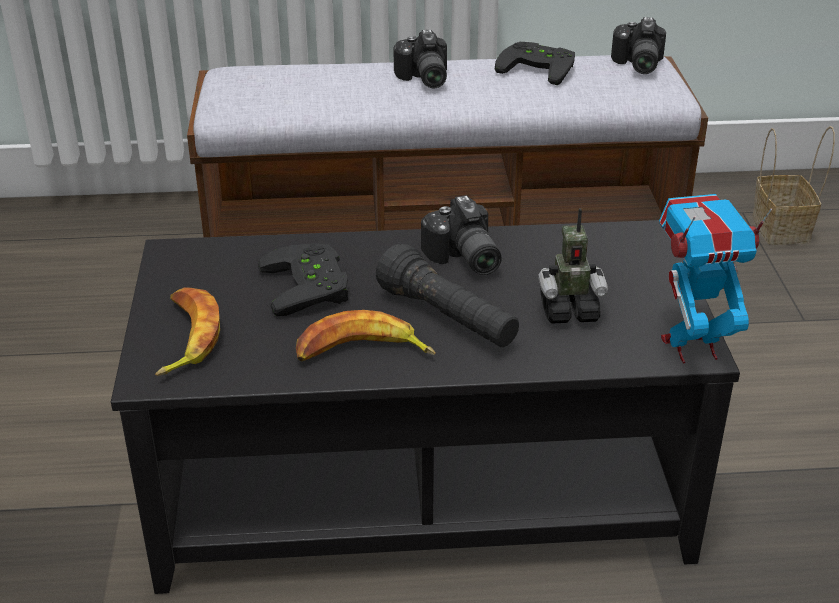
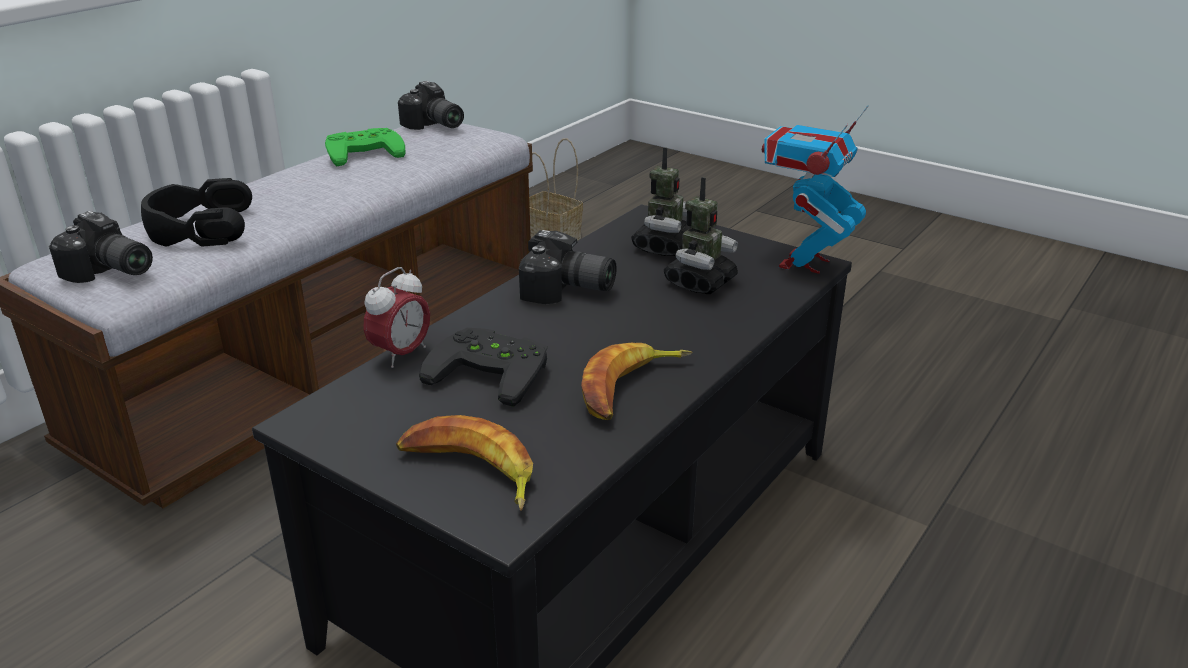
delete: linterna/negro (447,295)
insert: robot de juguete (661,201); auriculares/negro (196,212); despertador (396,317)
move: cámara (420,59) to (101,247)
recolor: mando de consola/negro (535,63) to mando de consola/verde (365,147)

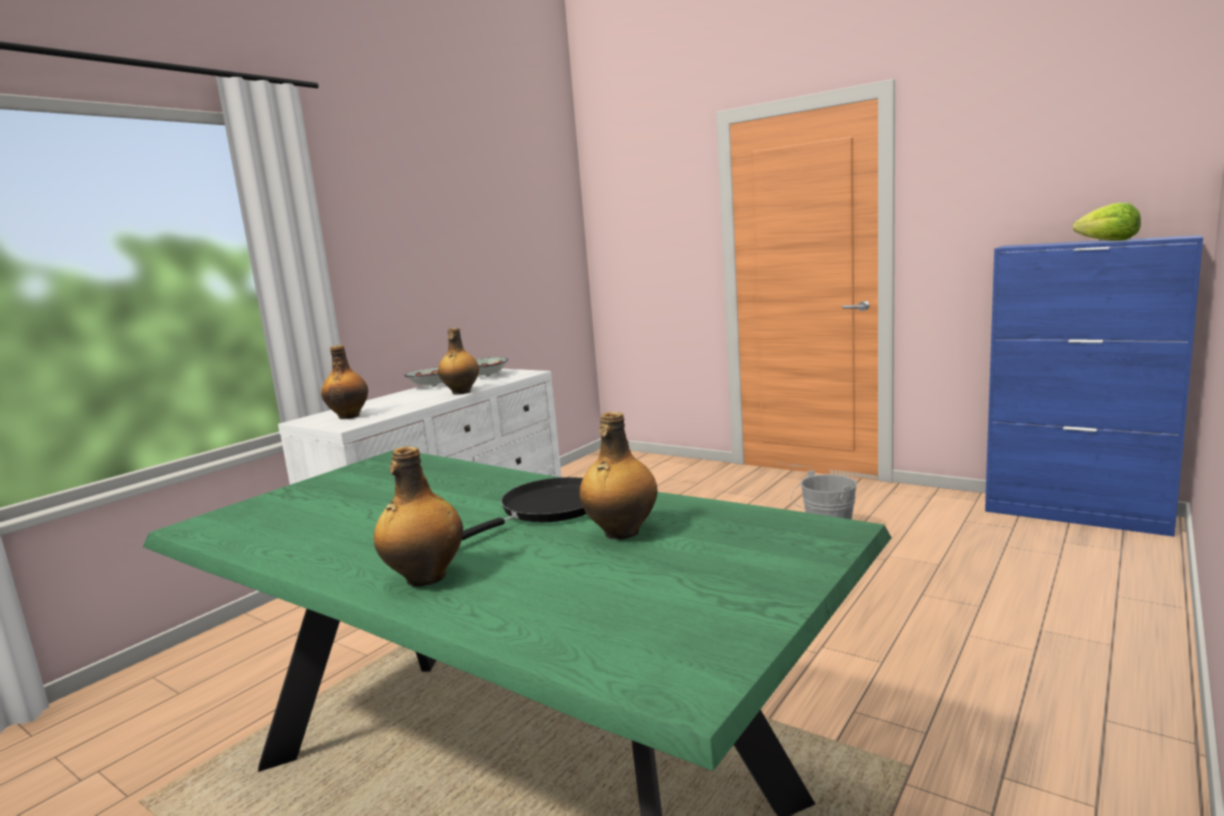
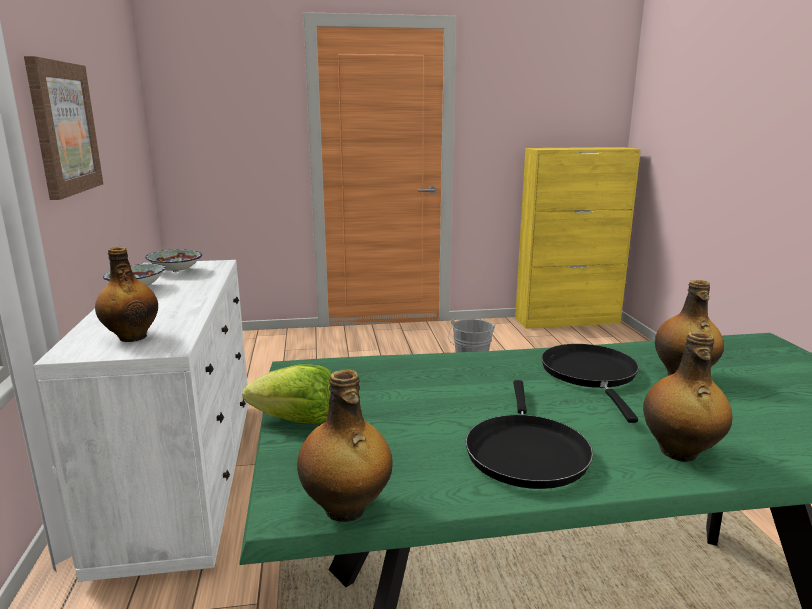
insert: cuadro (63,128); sartén/negro (529,434)
move: lechuga (1107,221) to (287,394); botella (458,361) to (345,445)
recolor: armario/azul (1094,386) to armario/amarillo (578,238)

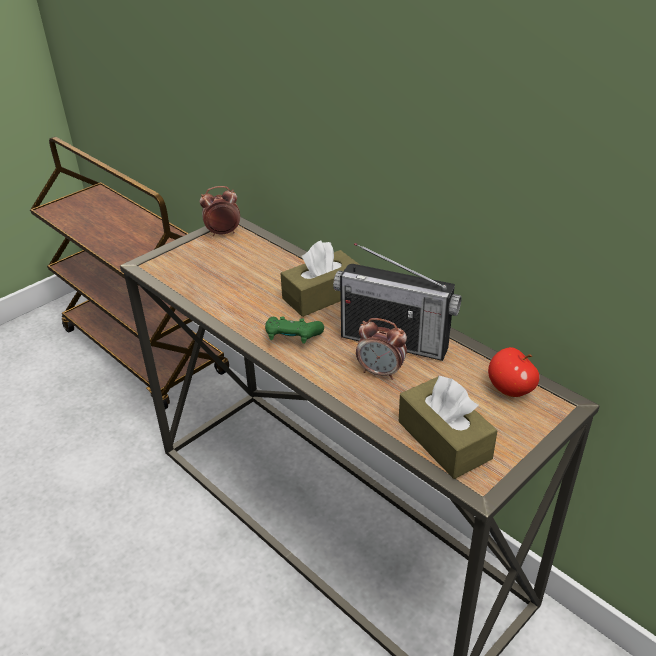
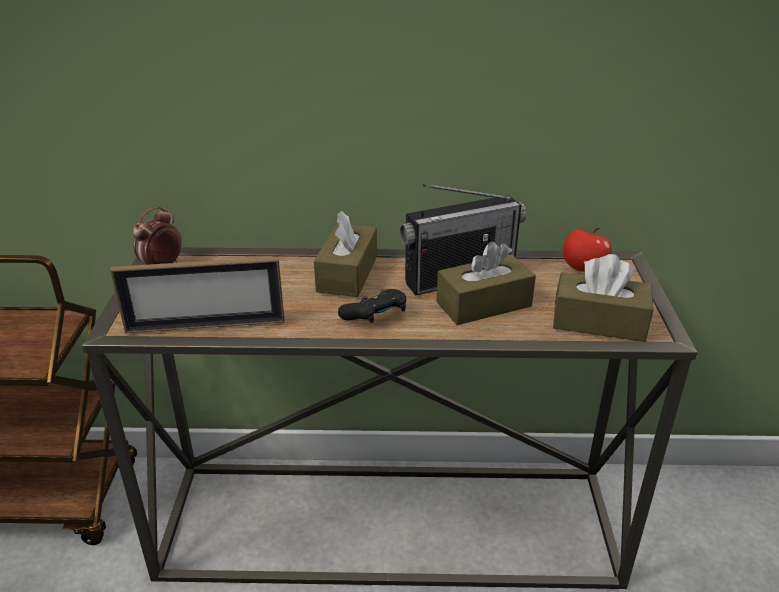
insert: portarretratos (197,295)
replace: despertador (381,349) to caja de pañuelos/marrón (486,283)
recolor: mando de consola/verde (294,330) to mando de consola/negro (372,306)

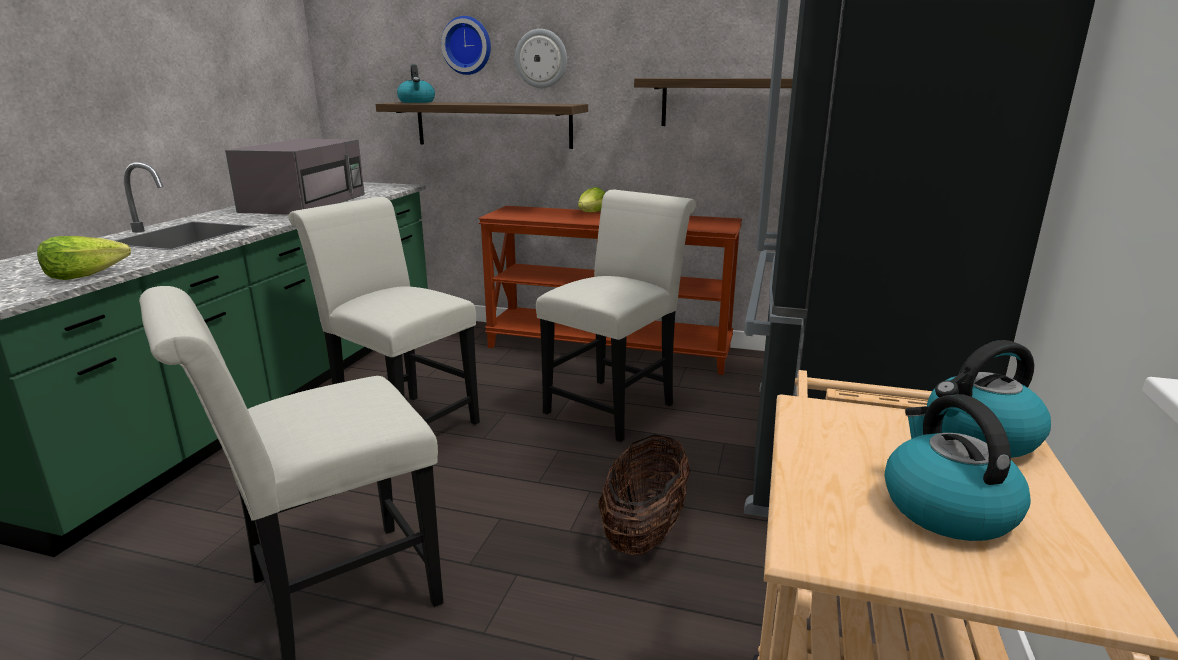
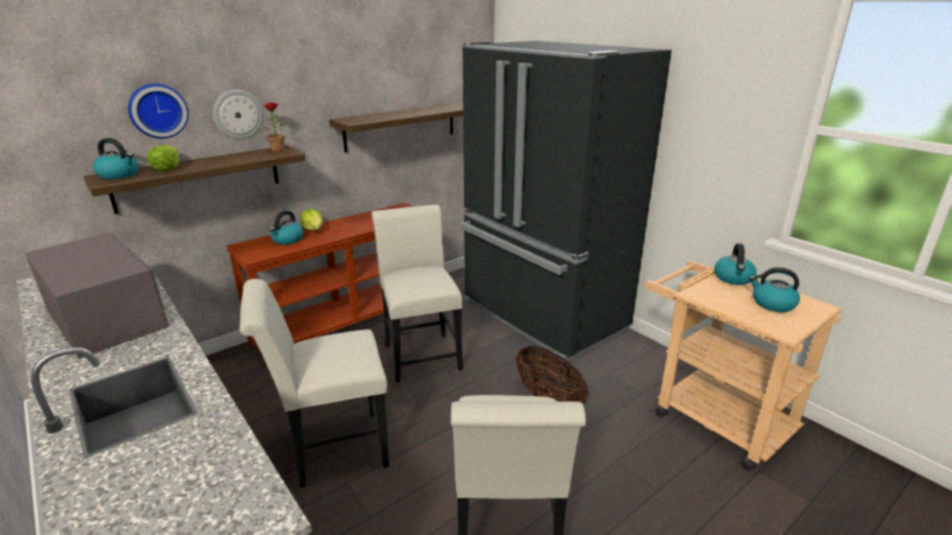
insert: planta en maceta (271,127); hervidor (286,228)
move: lechuga (84,258) to (163,158)

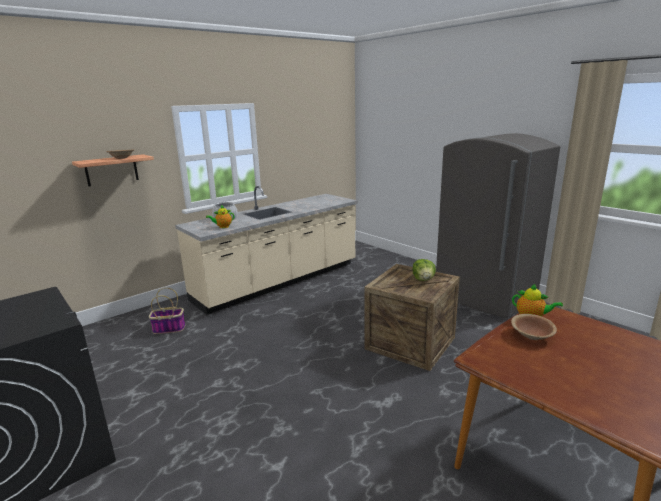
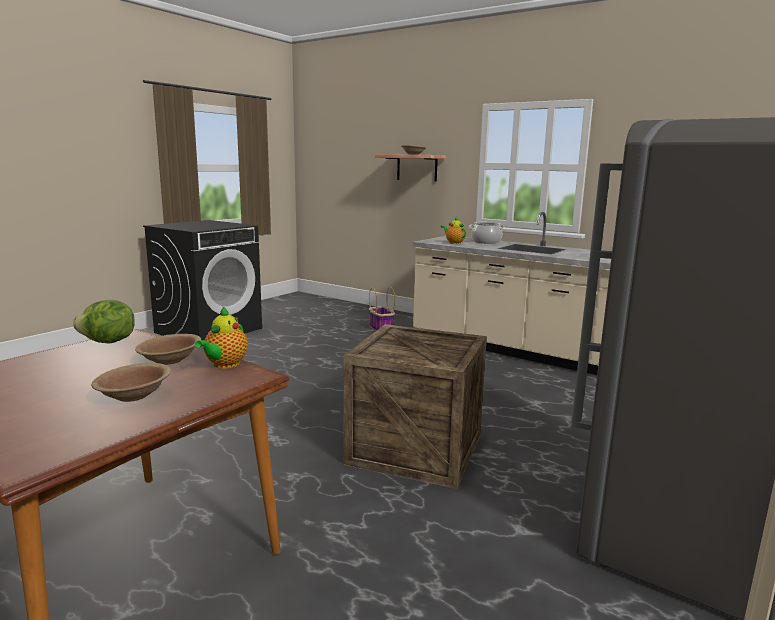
insert: cuenco/marrón (131,382)
move: lechuga (424,270) to (104,322)

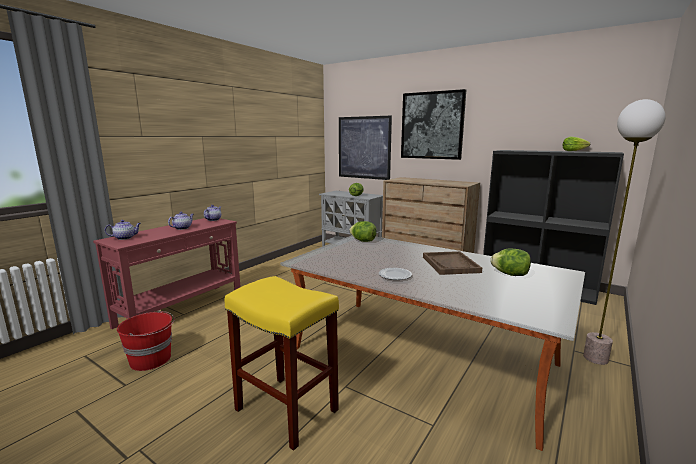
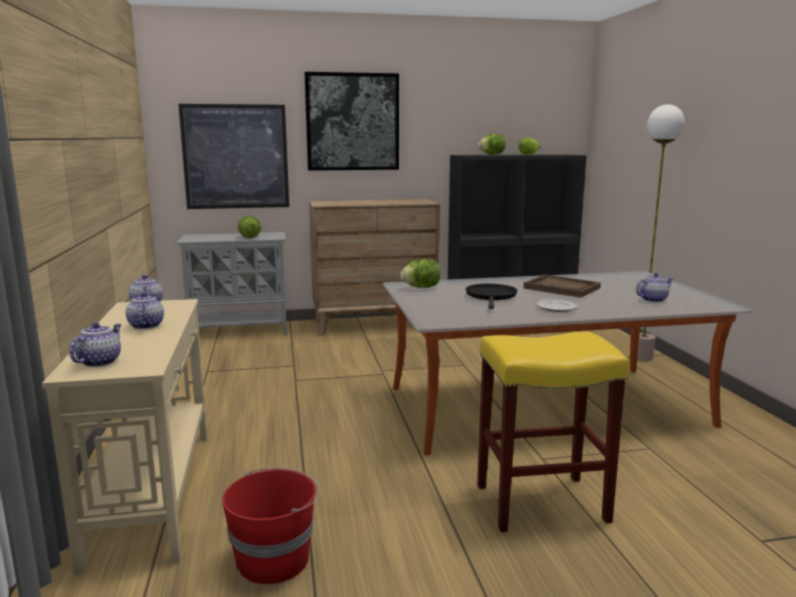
insert: tetera (654,287); sartén/negro (491,296)
move: lechuga (510,262) to (492,144)
recolor: mesa consola/rojo (166,273) to mesa consola/beis (125,437)

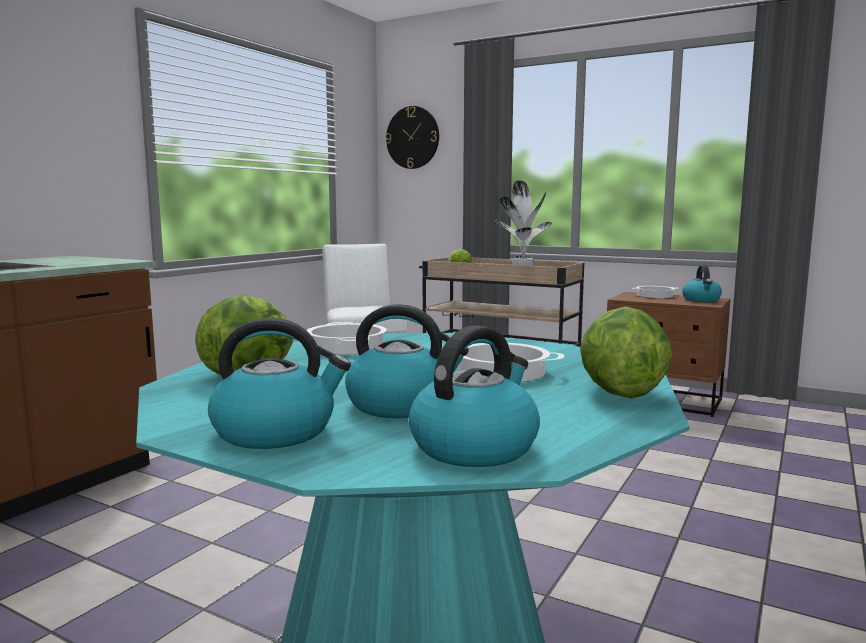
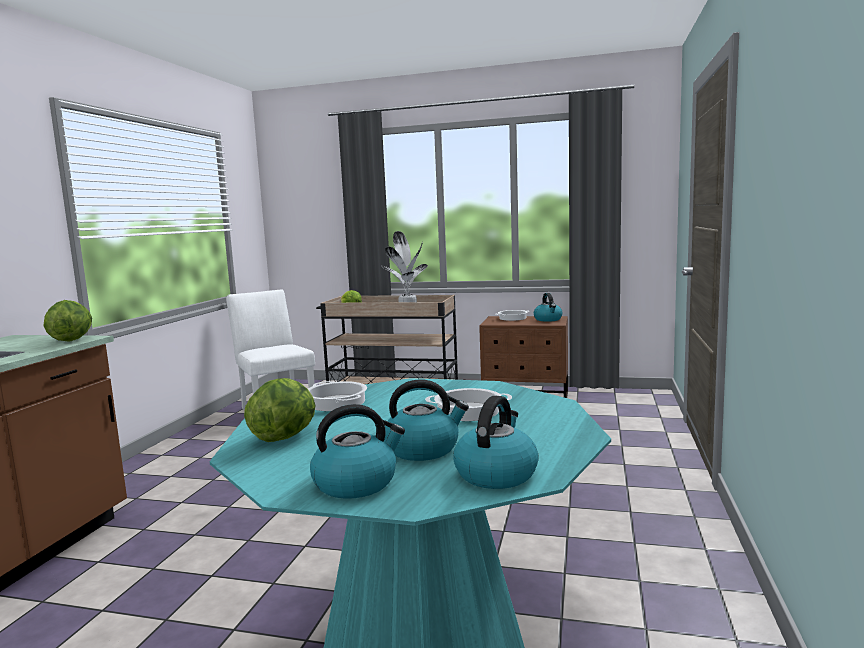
delete: reloj de pared (412,137)
move: lechuga (626,352) to (67,321)

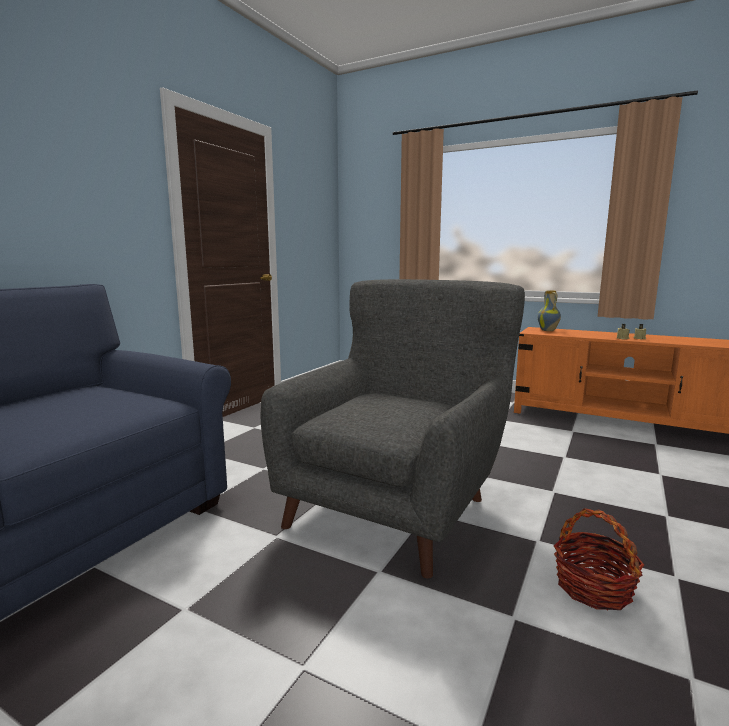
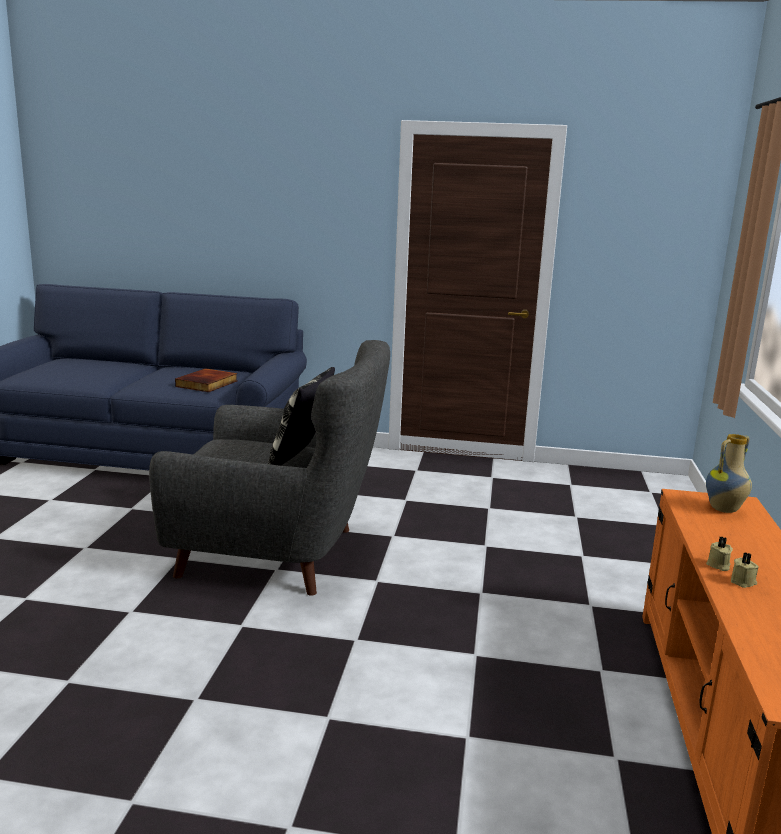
delete: cesta (599,559)
insert: cojín (301,416); libro (206,380)

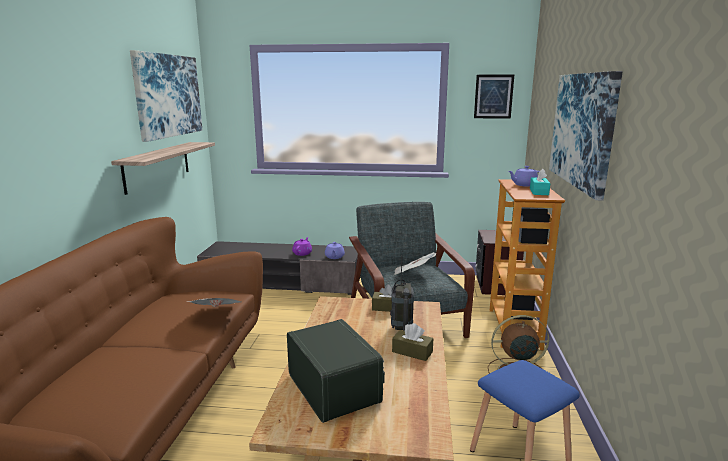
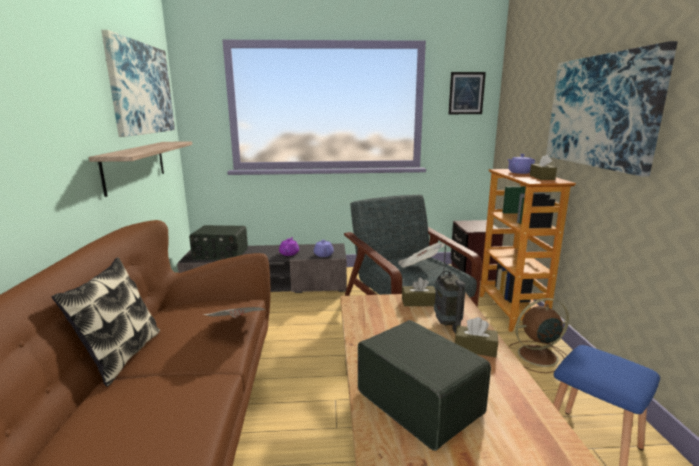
insert: radio (218,242); cojín (106,322)
recolor: caja de pañuelos/turquesa (540,182) to caja de pañuelos/marrón (543,167)

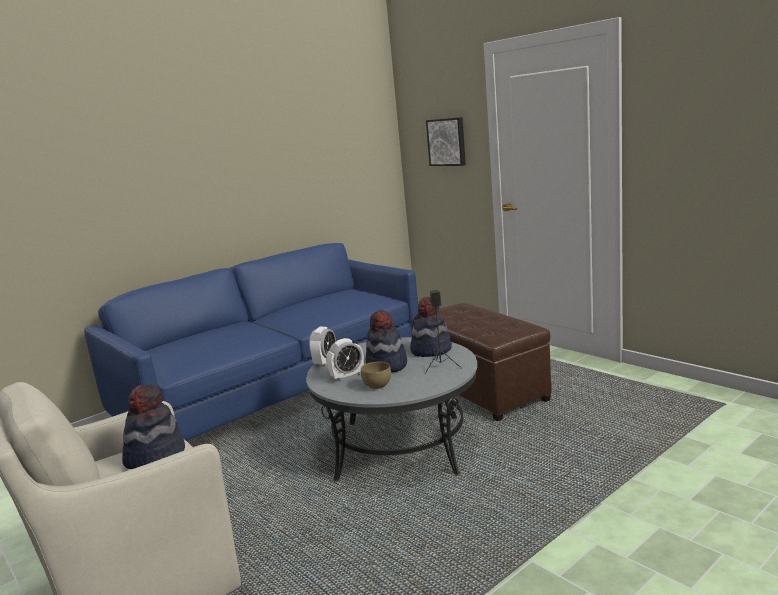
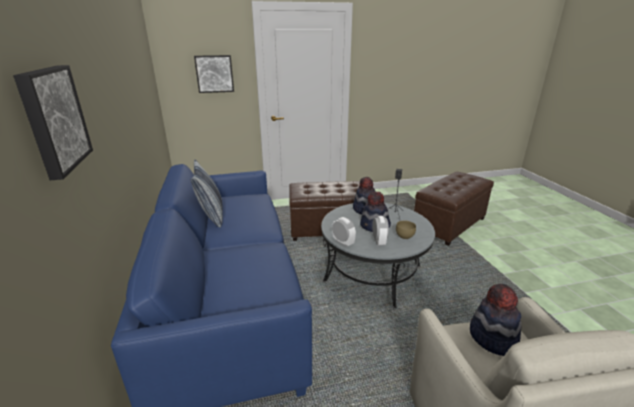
insert: cuadro (53,122); cojín (207,194); puf/marrón (454,209)

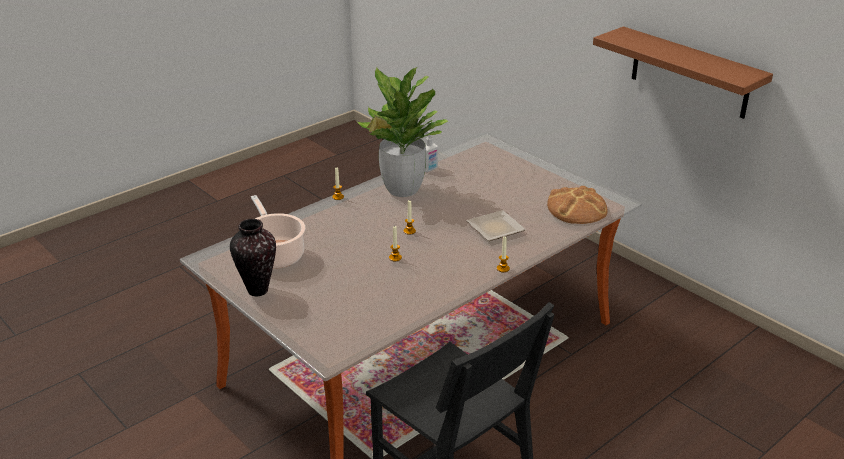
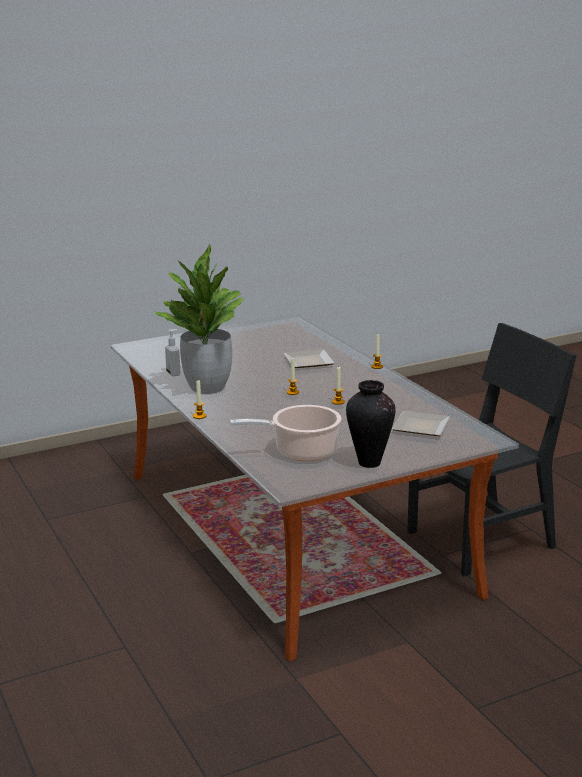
delete: estante/marrón (683,72); pan (577,205)
insert: plato (421,423)

